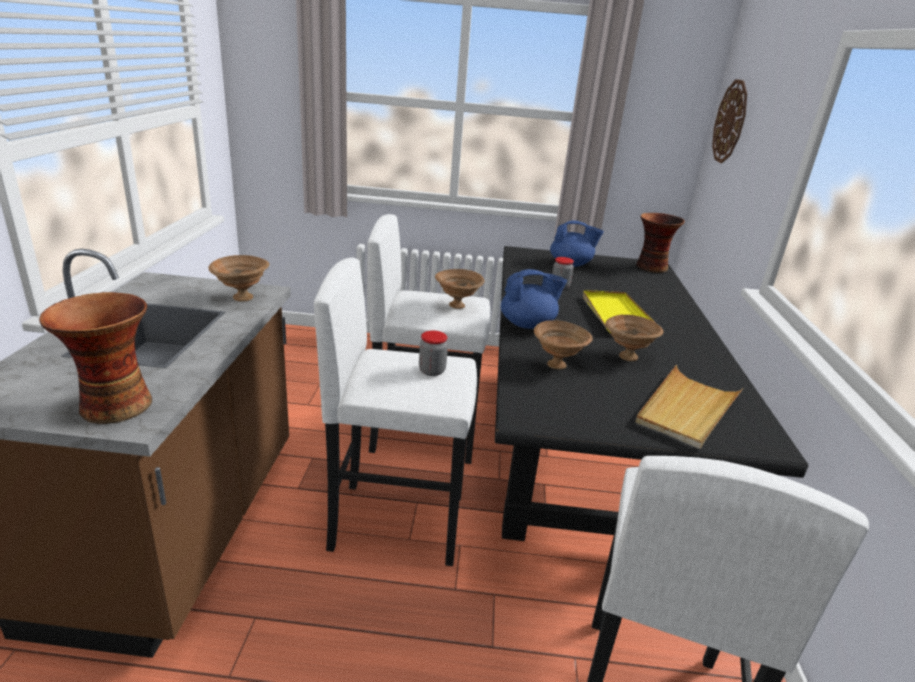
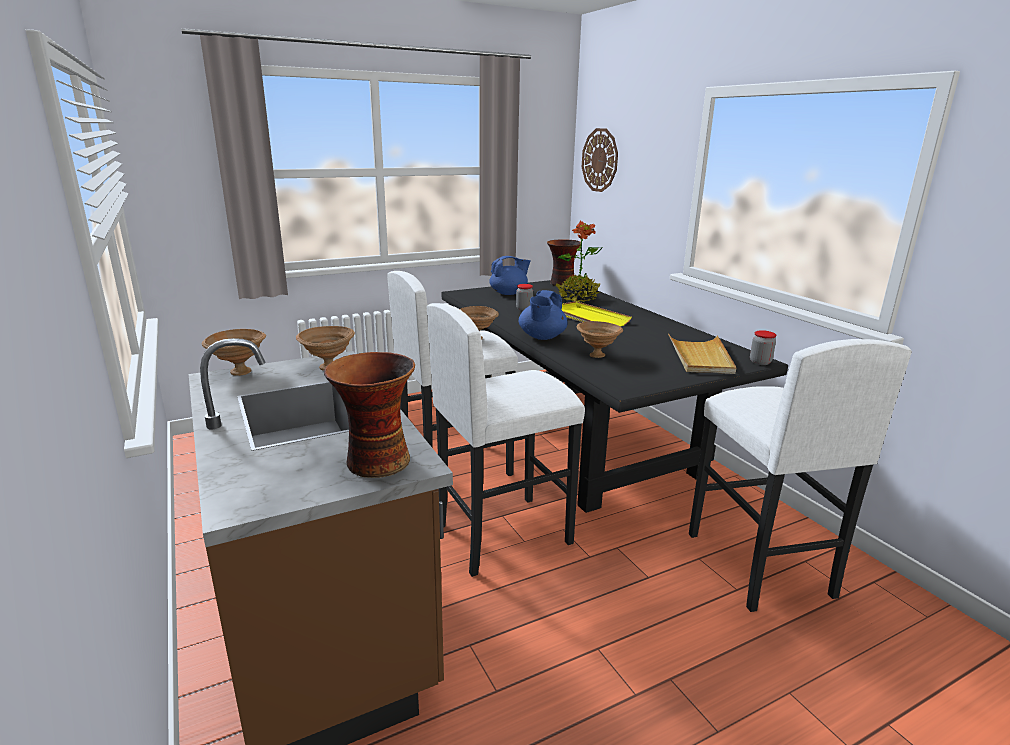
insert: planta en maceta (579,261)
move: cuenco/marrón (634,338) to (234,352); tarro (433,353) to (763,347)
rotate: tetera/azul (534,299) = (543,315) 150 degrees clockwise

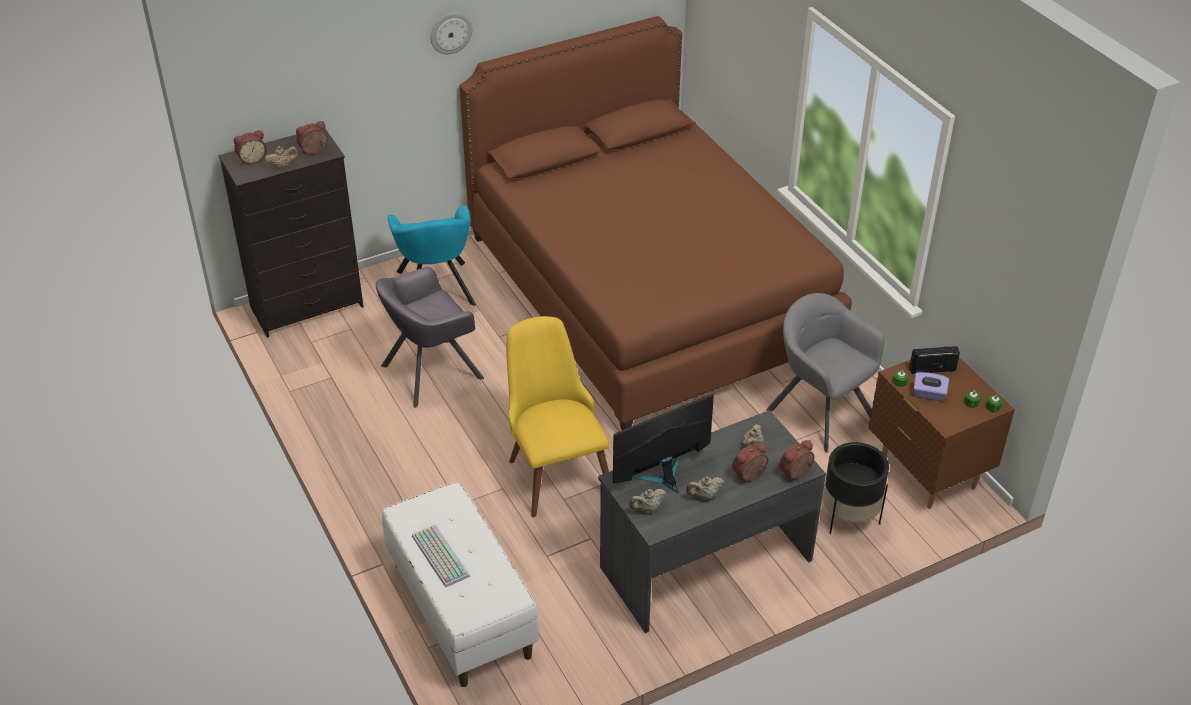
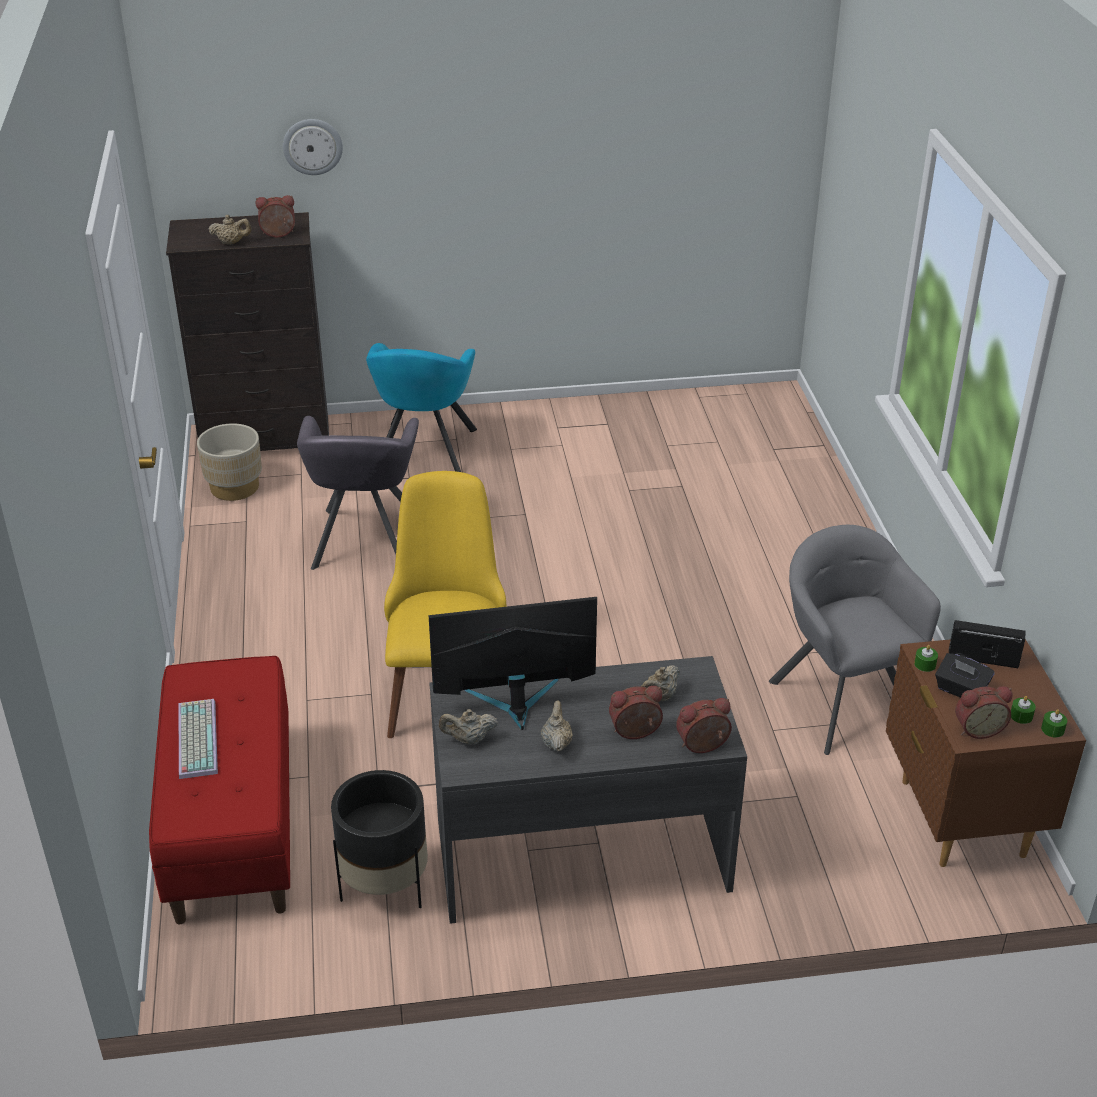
delete: cama/marrón (656,223)
insert: maceta/beis (229,462)
move: reloj de pared (451,33) to (313,147); despertador (250,147) to (984,712); maceta/negro (856,488) to (379,839)
recolor: caja de pañuelos/morado (931,386) to caja de pañuelos/negro (964,675); banco/blanco (460,584) to banco/rojo (219,790)
rotate: sillón/gris (430,337) = (358,493) 75 degrees counterclockwise; tetera/beis (705,488) = (557,726) 90 degrees clockwise

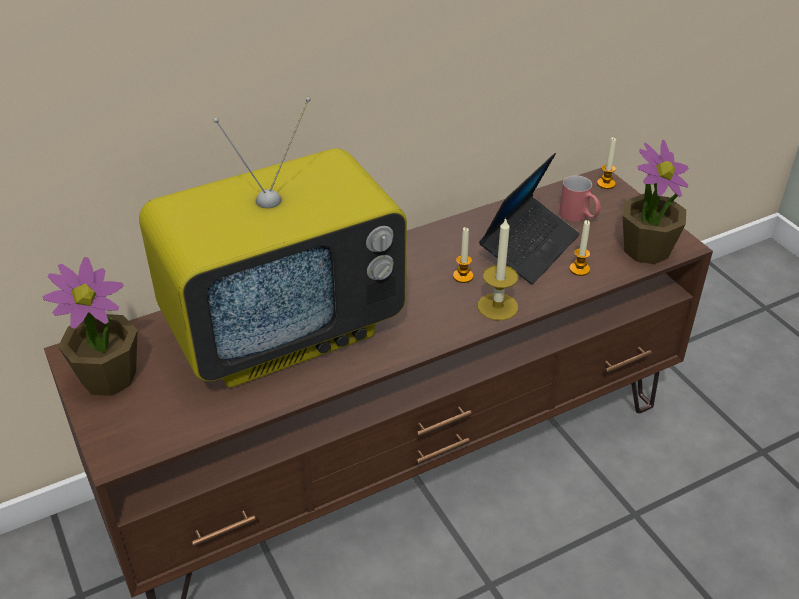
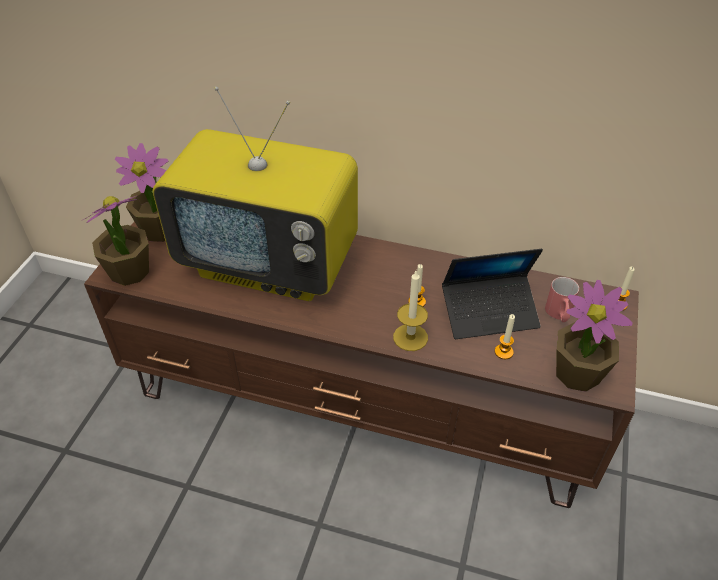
insert: planta en maceta (115,241)

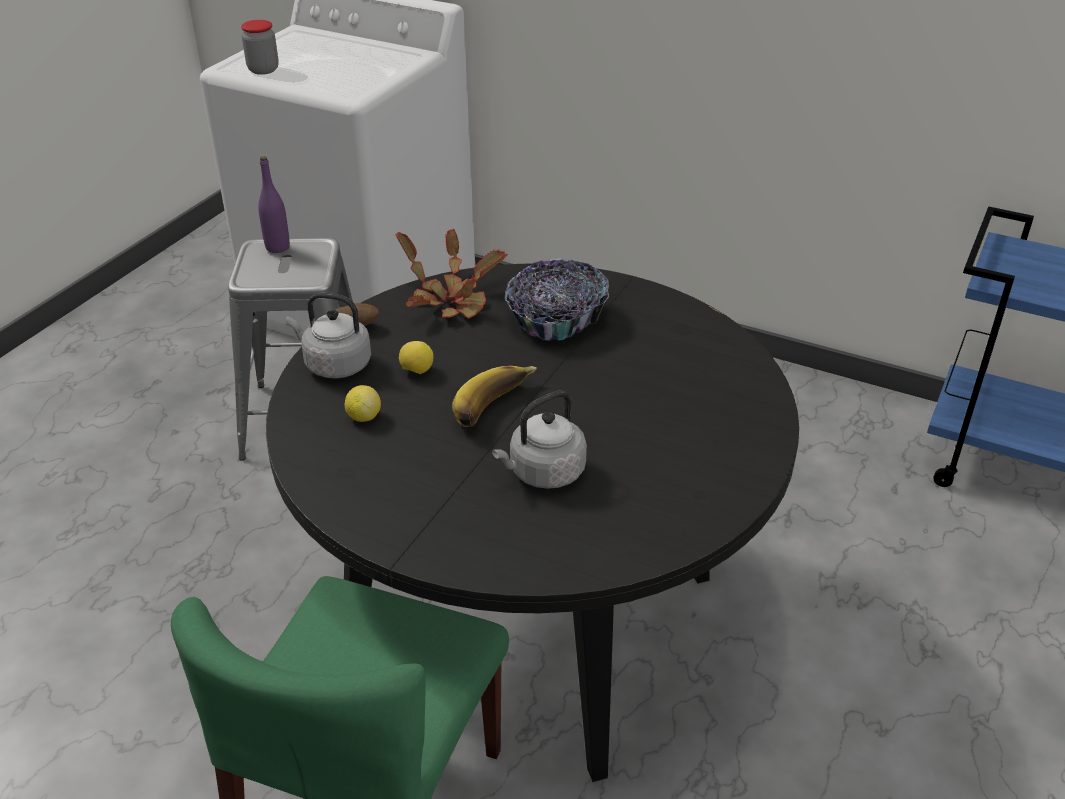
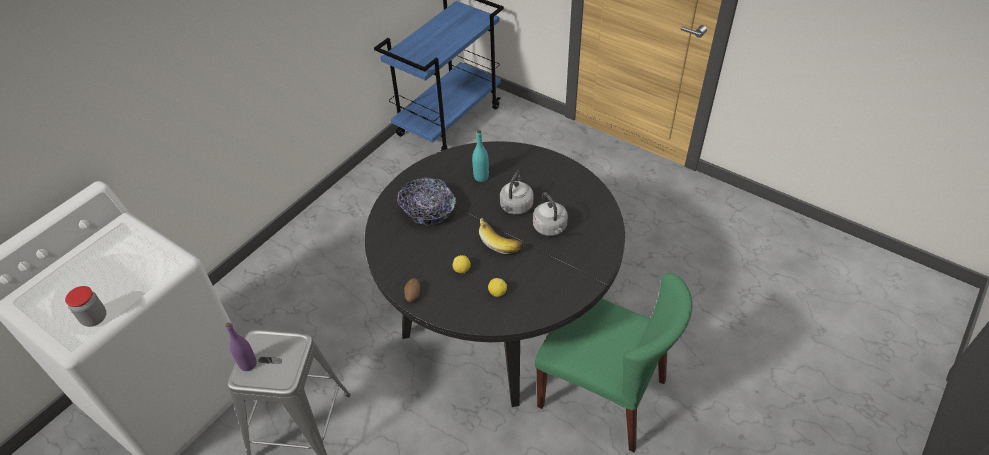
delete: planta en maceta (451,274)
insert: botella/turquesa (480,156)
move: hervidor/gris (328,335) to (517,193)

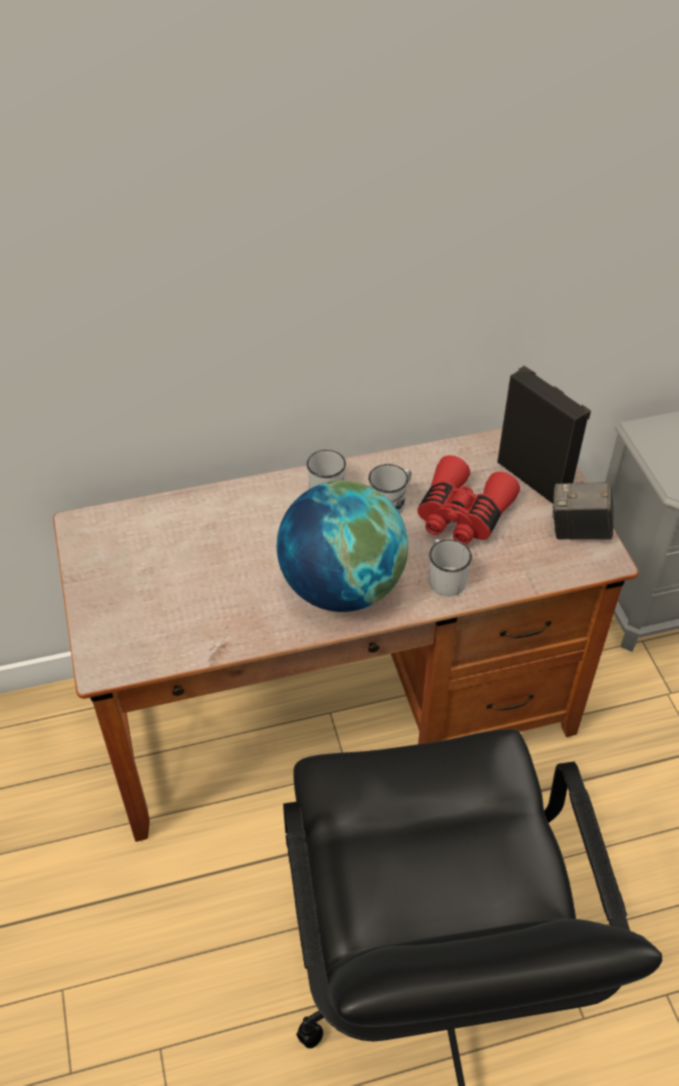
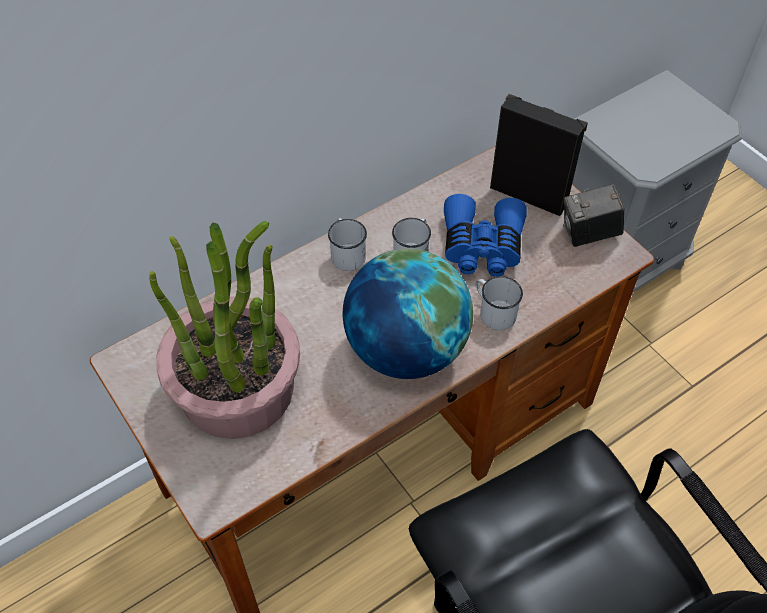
insert: planta en maceta (224,330)
recolor: prismáticos/rojo (468,500) to prismáticos/azul (485,235)

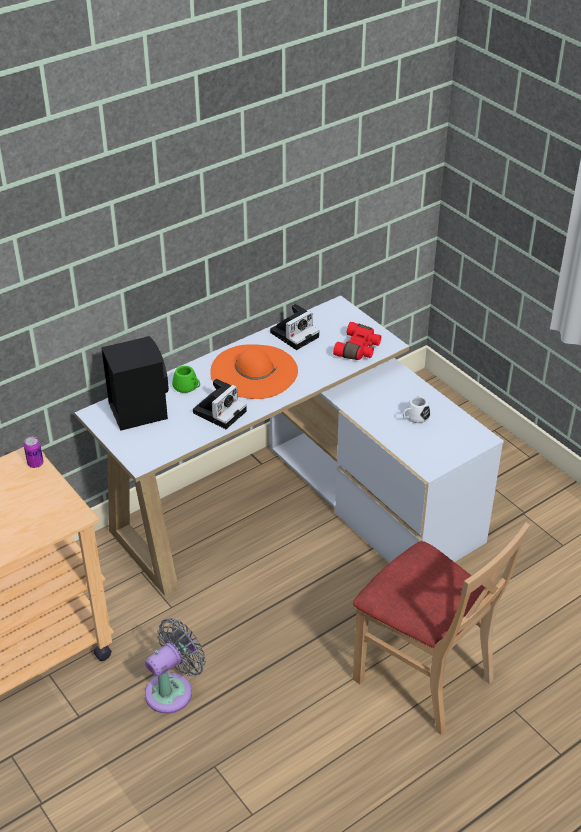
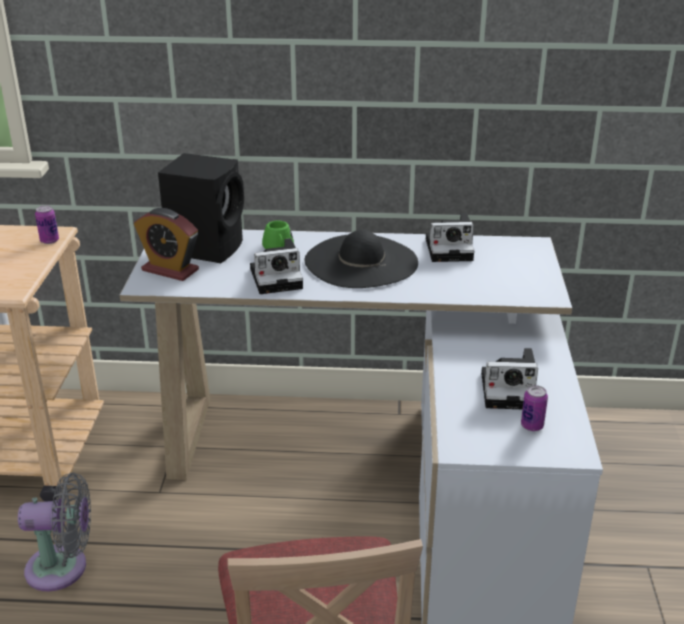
delete: prismáticos/rojo (357,341)
insert: despertador (166,244); lata (534,408)
replace: taza grande/blanco (417,409) to cámara (509,378)
recolor: sombrero/naranja (254,371) to sombrero/negro (361,259)

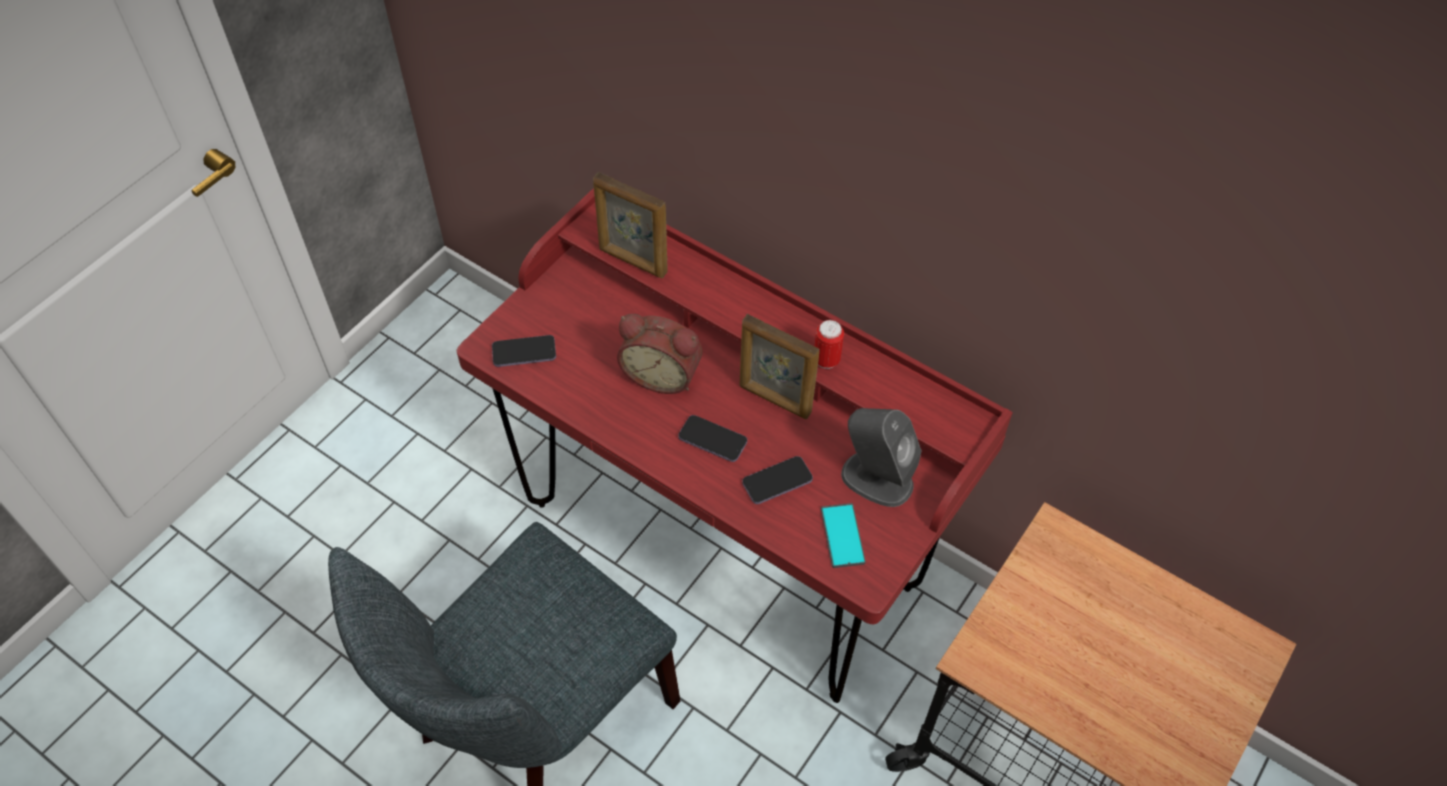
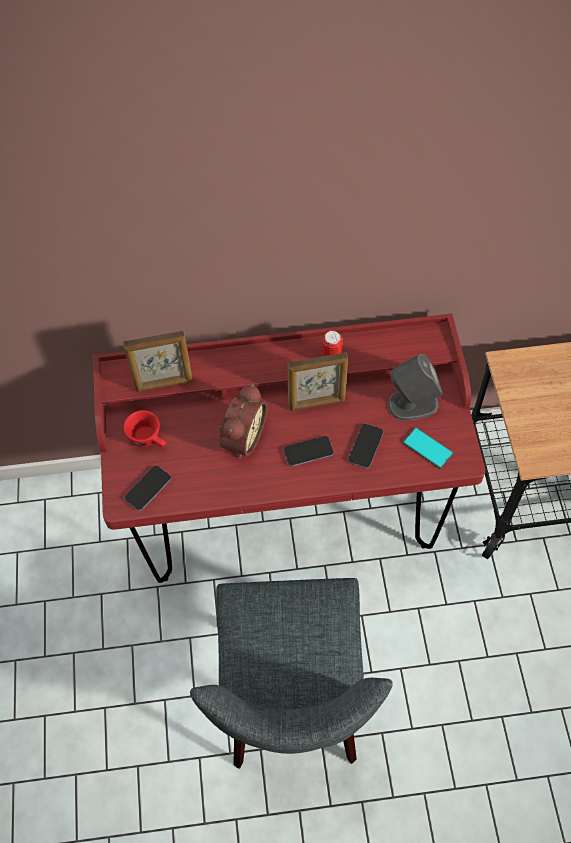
insert: taza/rojo (144,428)
rotate: despertador (659,354) = (242,421) 45 degrees counterclockwise

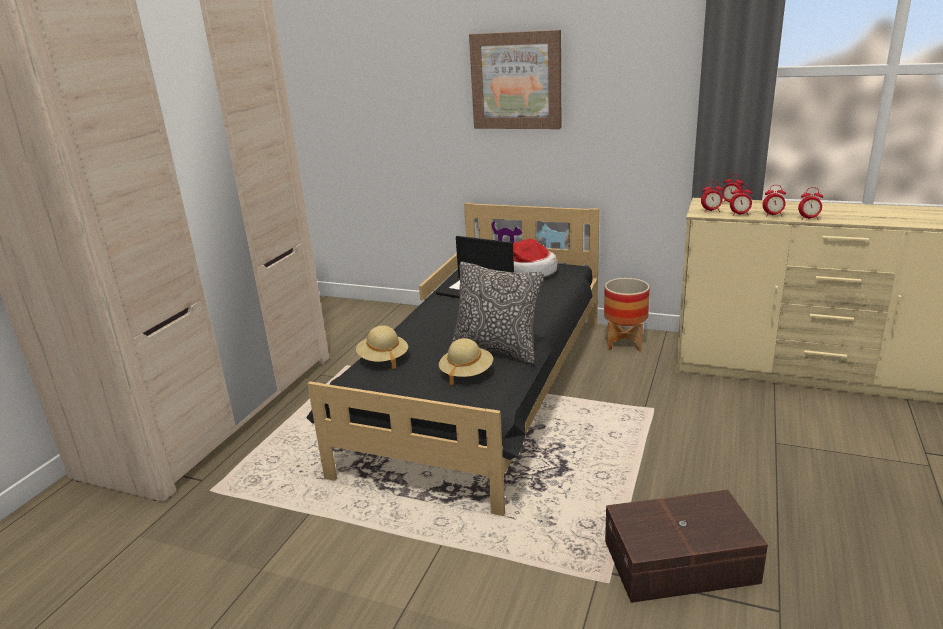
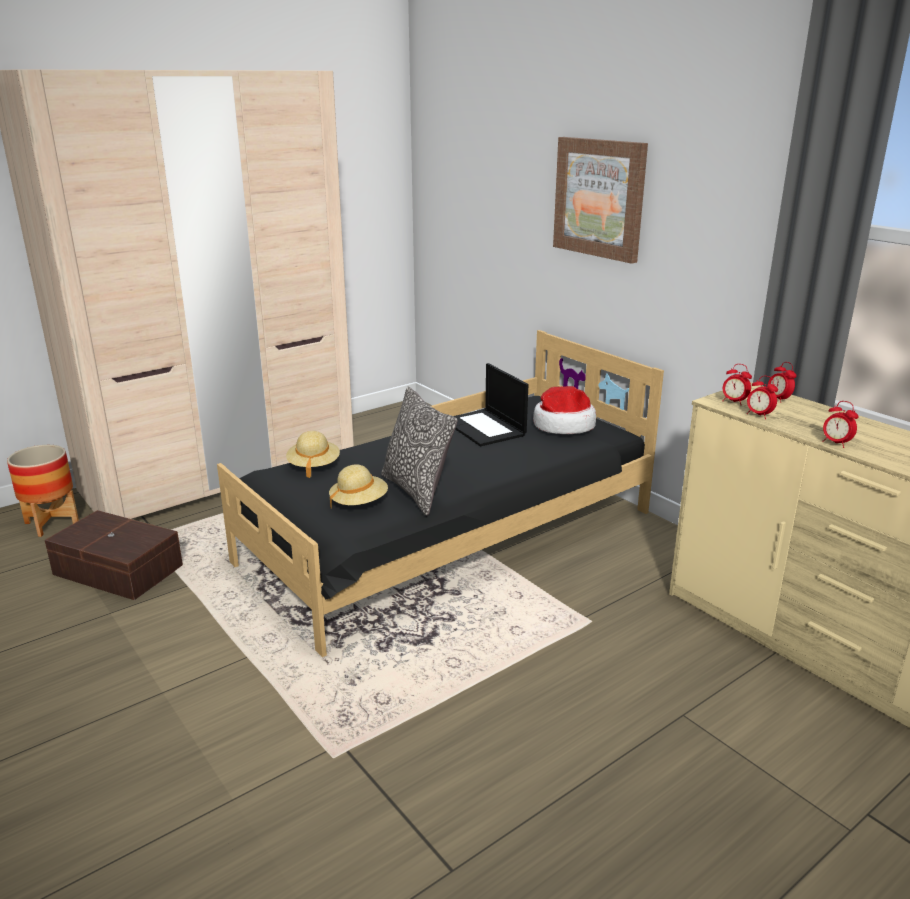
delete: despertador (774,201)
move: maceta (627,315) to (43,491); caja de almacenaje/marrón (686,546) to (114,555)

